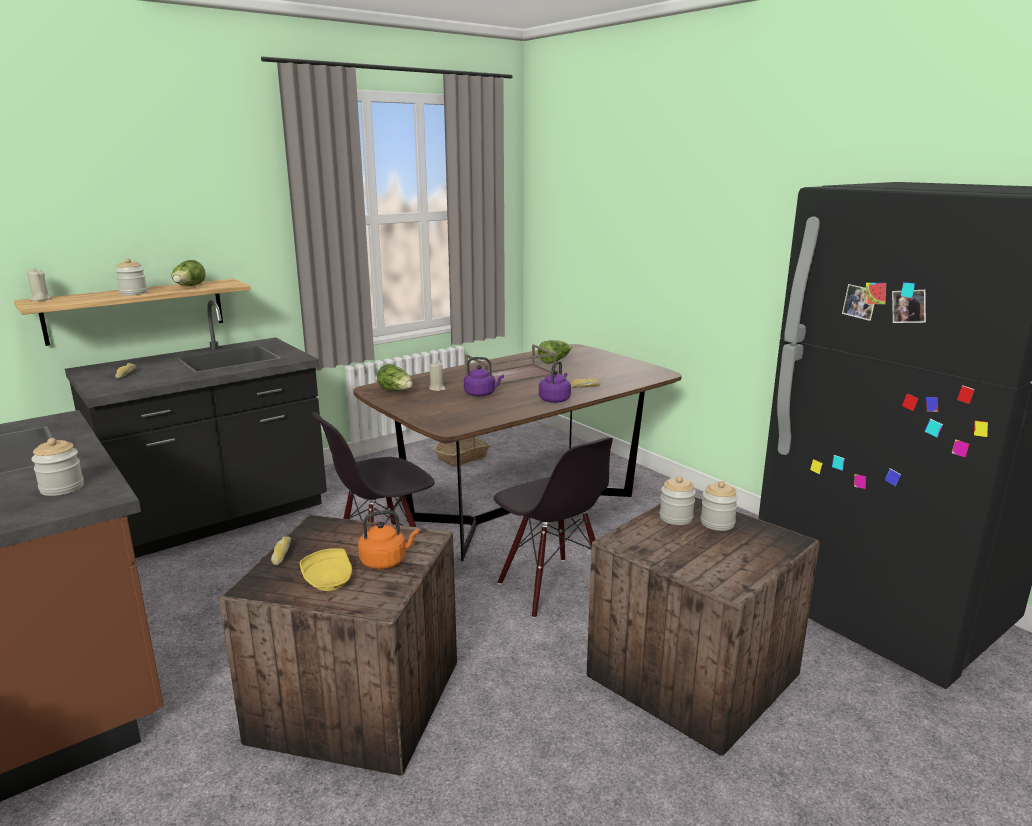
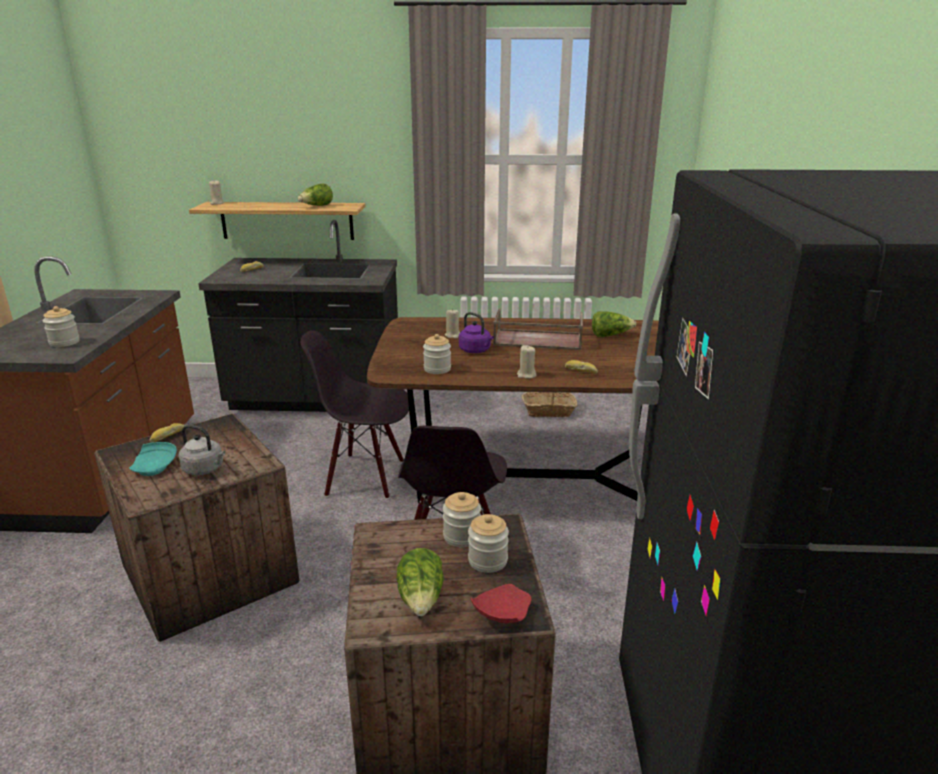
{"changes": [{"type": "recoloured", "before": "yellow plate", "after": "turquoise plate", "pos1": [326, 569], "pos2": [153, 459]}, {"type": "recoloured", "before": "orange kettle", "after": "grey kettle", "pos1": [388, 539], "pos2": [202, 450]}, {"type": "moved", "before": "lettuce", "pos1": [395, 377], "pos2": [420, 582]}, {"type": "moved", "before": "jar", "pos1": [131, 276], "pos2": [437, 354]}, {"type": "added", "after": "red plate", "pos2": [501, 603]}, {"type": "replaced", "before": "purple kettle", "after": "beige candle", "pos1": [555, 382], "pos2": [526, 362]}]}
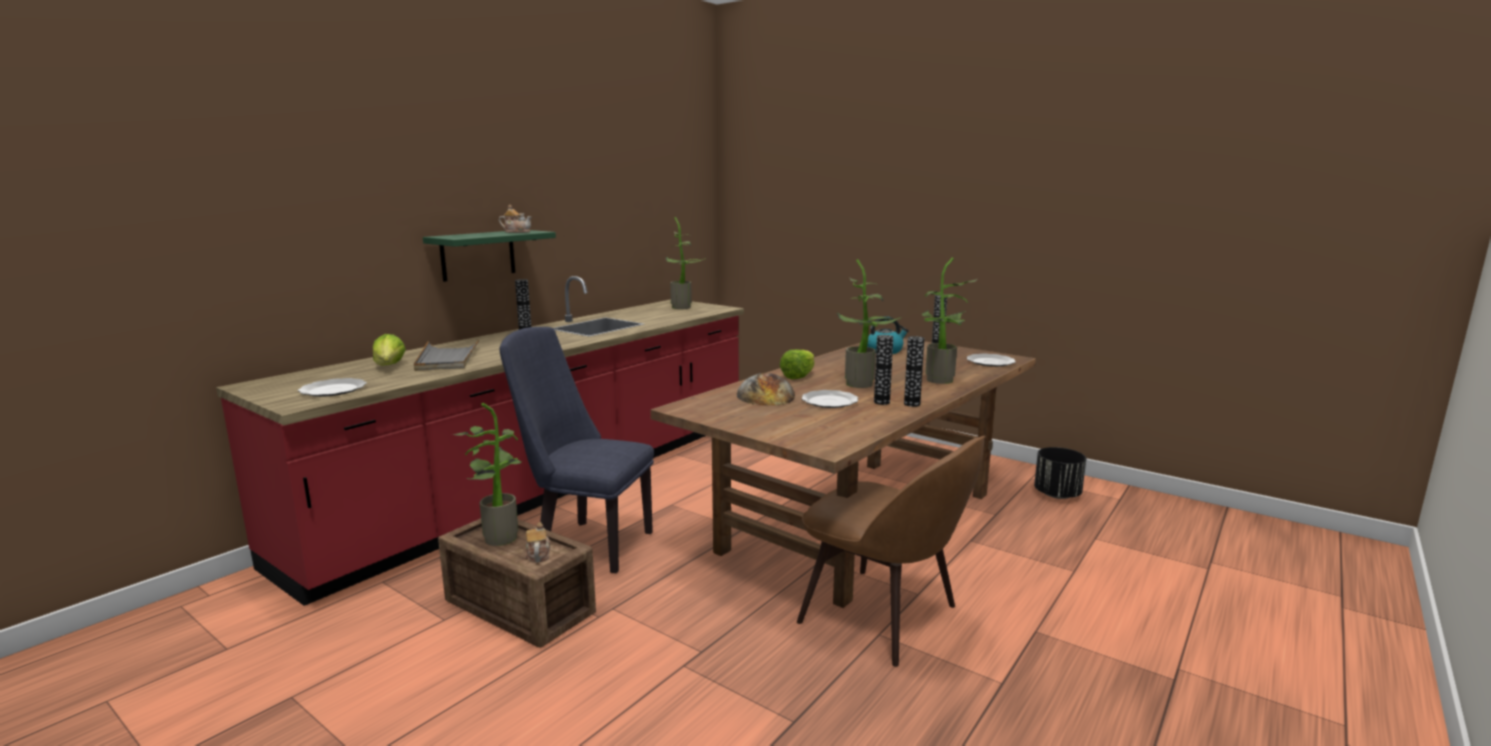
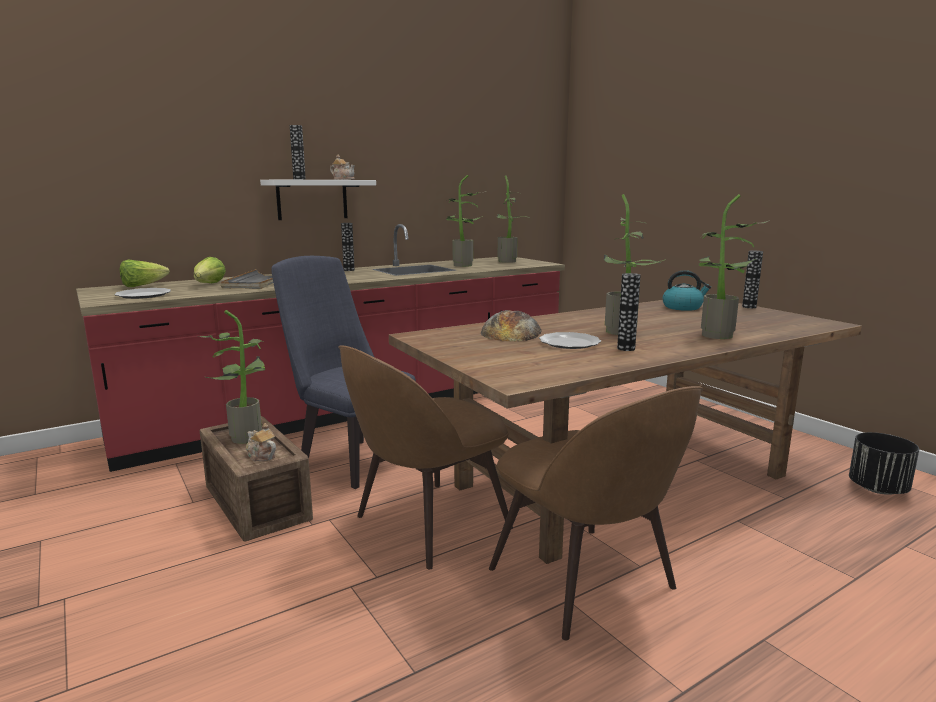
{"changes": [{"type": "moved", "before": "lettuce", "pos1": [797, 364], "pos2": [145, 273]}, {"type": "turned", "before": "teapot", "pos1": [537, 542], "pos2": [261, 442], "turn": -60}, {"type": "recoloured", "before": "green shelf", "after": "white shelf", "pos1": [489, 256], "pos2": [318, 199]}, {"type": "moved", "before": "vase", "pos1": [914, 371], "pos2": [298, 152]}, {"type": "added", "after": "brown chair", "pos2": [425, 457]}, {"type": "added", "after": "potted plant", "pos2": [466, 221]}, {"type": "removed", "before": "plate", "pos1": [991, 360]}]}
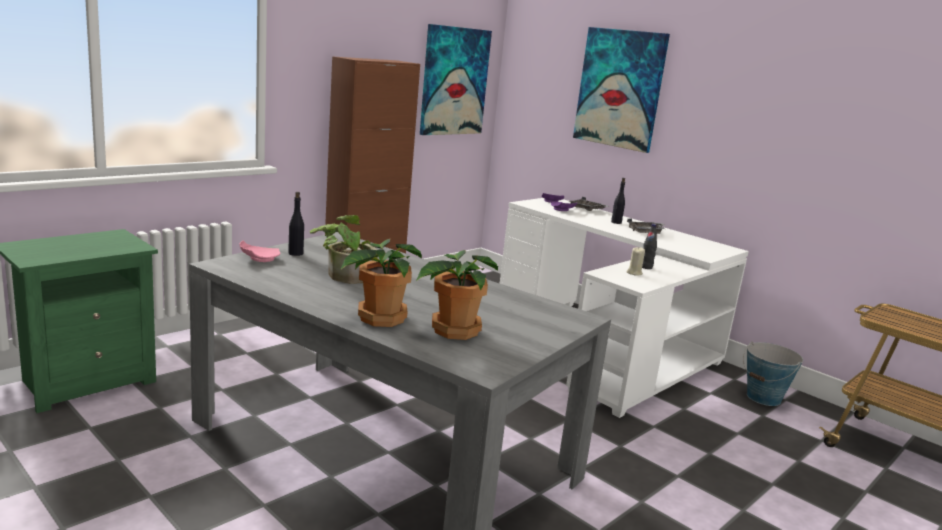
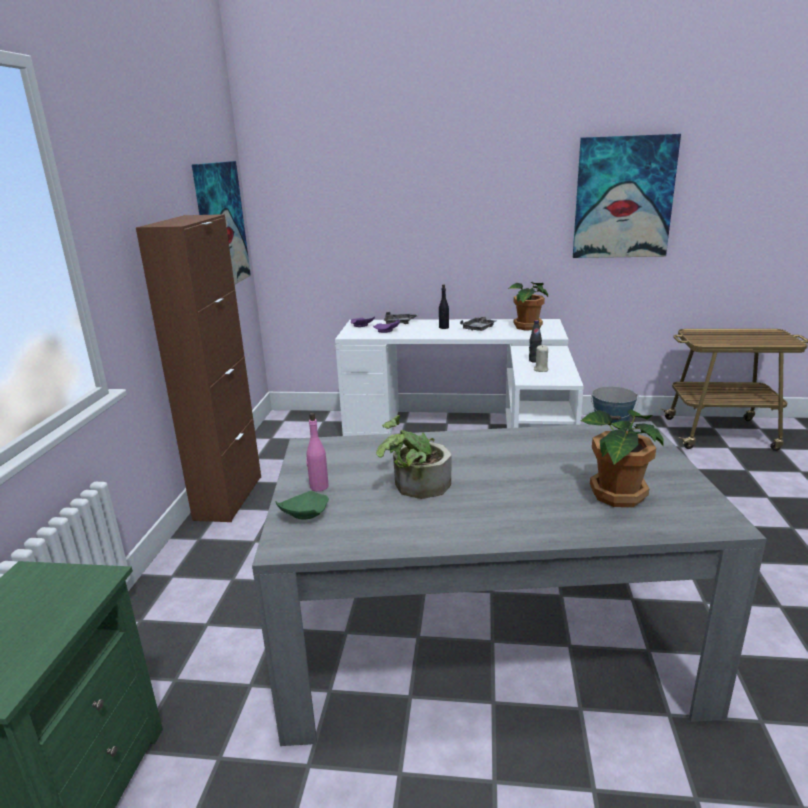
{"changes": [{"type": "recoloured", "before": "pink plate", "after": "green plate", "pos1": [260, 251], "pos2": [302, 505]}, {"type": "recoloured", "before": "black bottle", "after": "pink bottle", "pos1": [296, 224], "pos2": [317, 452]}, {"type": "moved", "before": "potted plant", "pos1": [381, 283], "pos2": [528, 306]}, {"type": "moved", "before": "picture", "pos1": [621, 90], "pos2": [627, 196]}]}
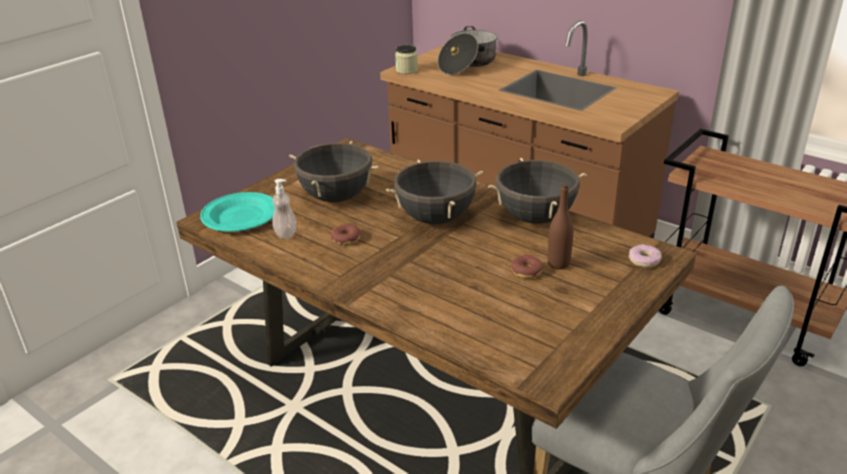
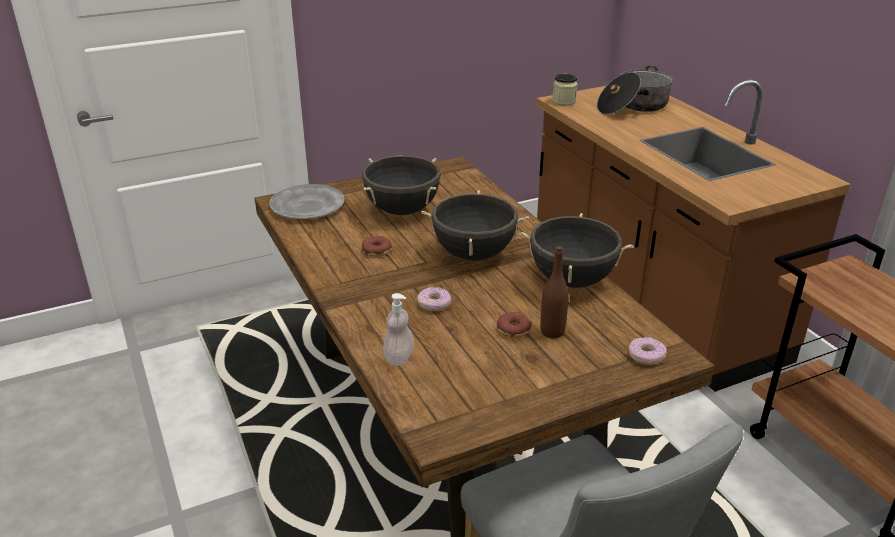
{"changes": [{"type": "recoloured", "before": "turquoise plate", "after": "grey plate", "pos1": [237, 212], "pos2": [307, 201]}, {"type": "moved", "before": "soap dispenser", "pos1": [284, 209], "pos2": [398, 329]}, {"type": "added", "after": "donut", "pos2": [434, 299]}]}
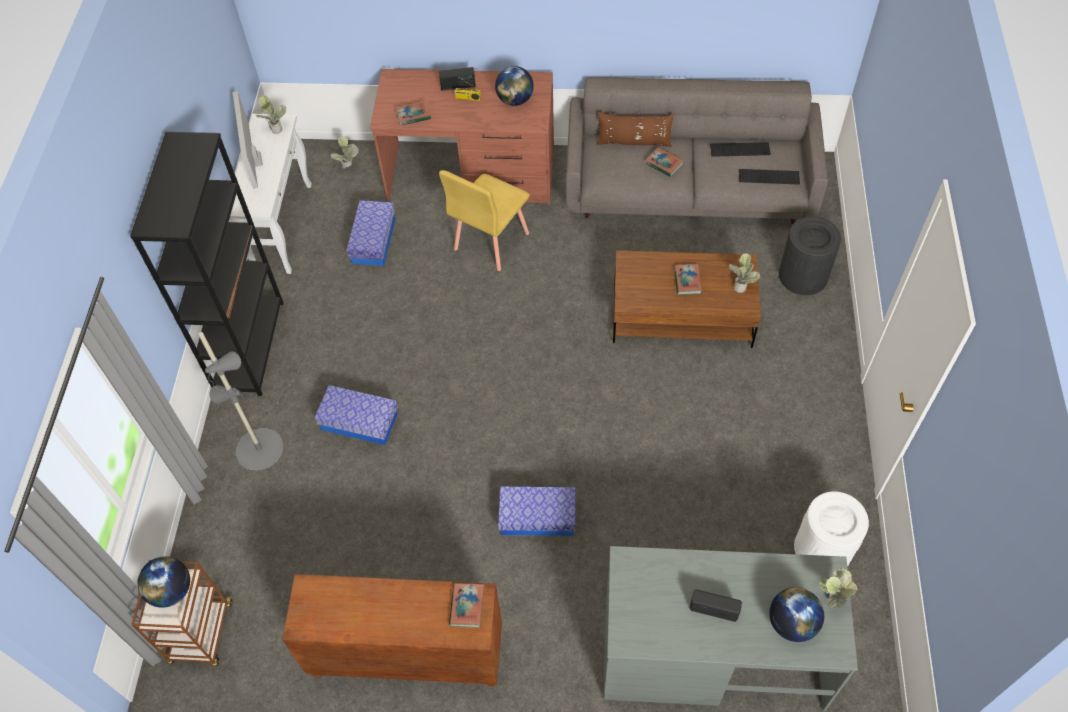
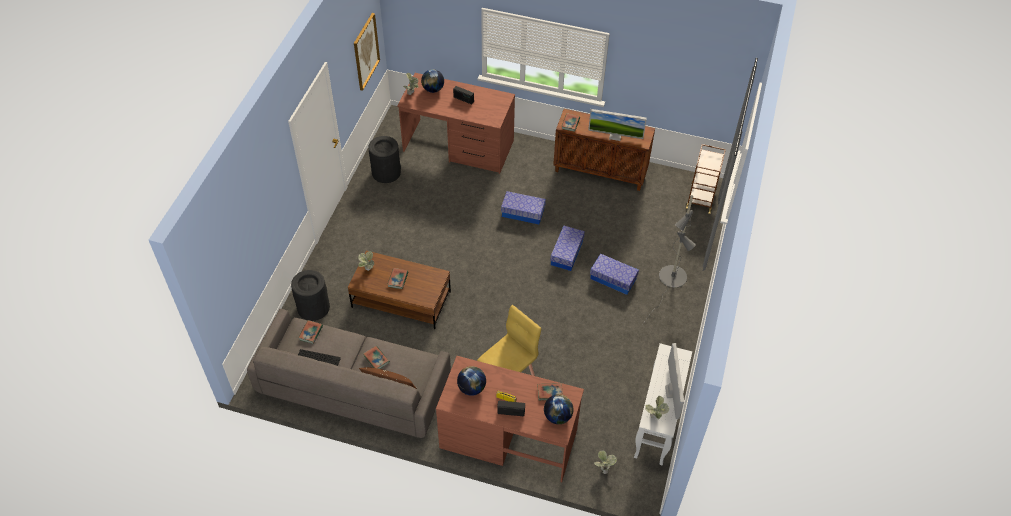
{"changes": [{"type": "replaced", "before": "keyboard", "after": "book", "pos1": [769, 177], "pos2": [310, 332]}, {"type": "added", "after": "picture", "pos2": [367, 52]}, {"type": "recoloured", "before": "white trash can", "after": "black trash can", "pos1": [831, 529], "pos2": [385, 159]}, {"type": "recoloured", "before": "grey desk", "after": "brown desk", "pos1": [731, 628], "pos2": [456, 123]}, {"type": "moved", "before": "globe", "pos1": [163, 582], "pos2": [559, 409]}, {"type": "moved", "before": "storage box", "pos1": [371, 233], "pos2": [567, 248]}, {"type": "added", "after": "monitor", "pos2": [617, 125]}, {"type": "removed", "before": "black bookcase", "pos1": [207, 264]}]}
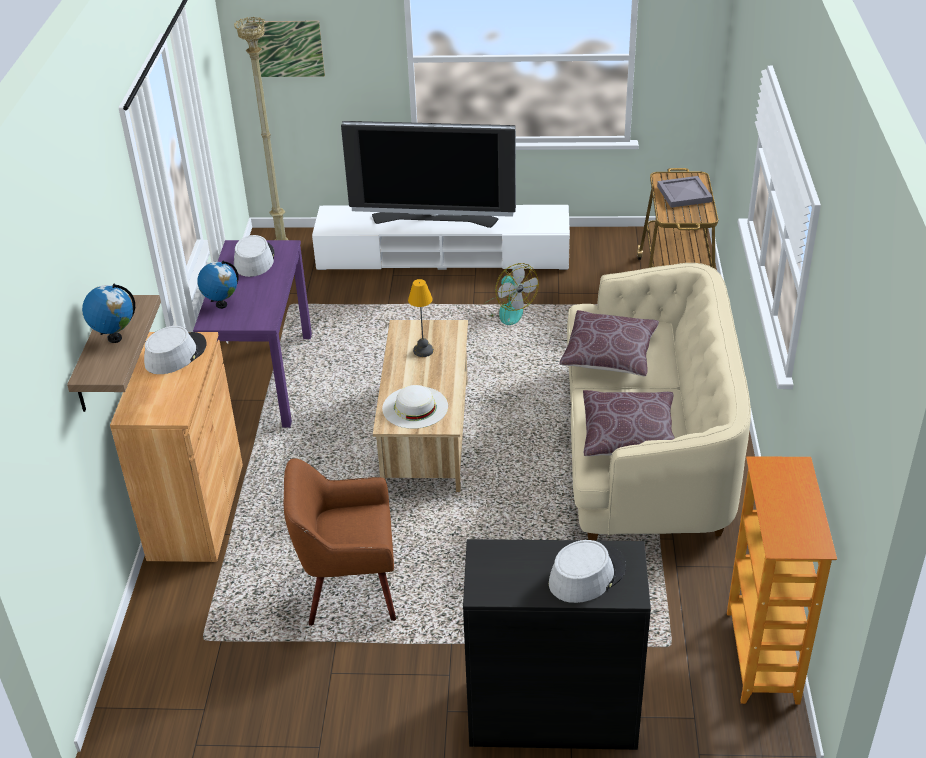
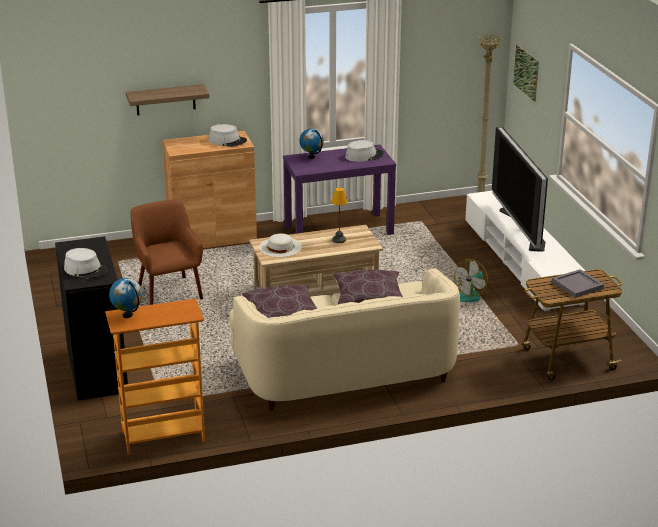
{"changes": [{"type": "moved", "before": "globe", "pos1": [108, 313], "pos2": [126, 298]}]}
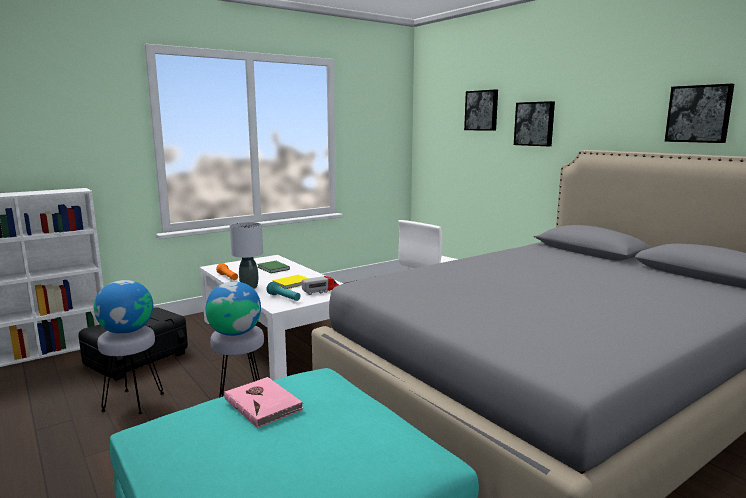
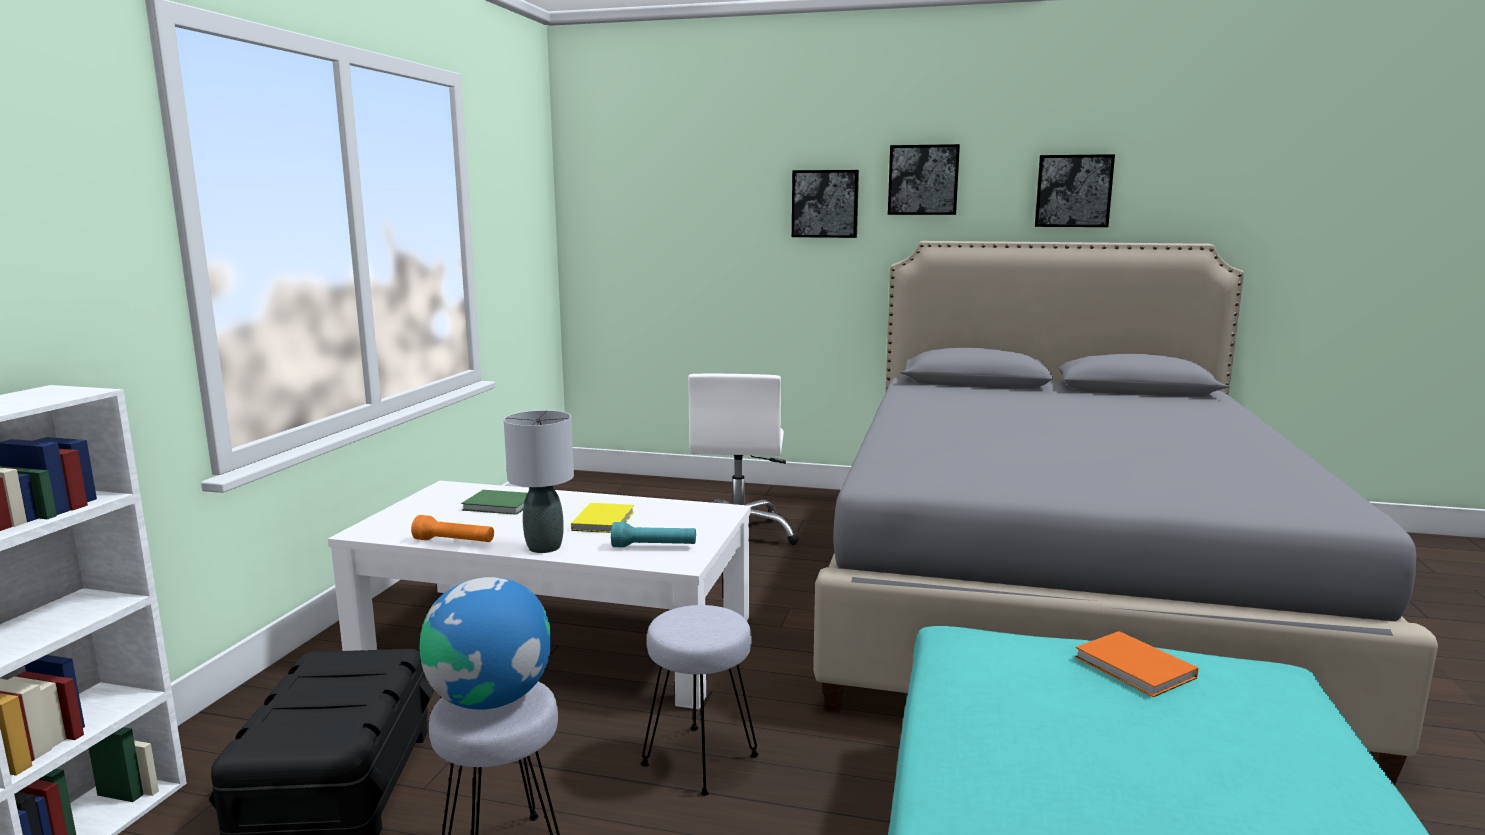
{"changes": [{"type": "moved", "before": "picture", "pos1": [481, 110], "pos2": [924, 179]}, {"type": "added", "after": "orange book", "pos2": [1136, 664]}, {"type": "removed", "before": "globe", "pos1": [233, 309]}, {"type": "removed", "before": "pink book", "pos1": [263, 402]}, {"type": "removed", "before": "toy truck", "pos1": [320, 285]}]}
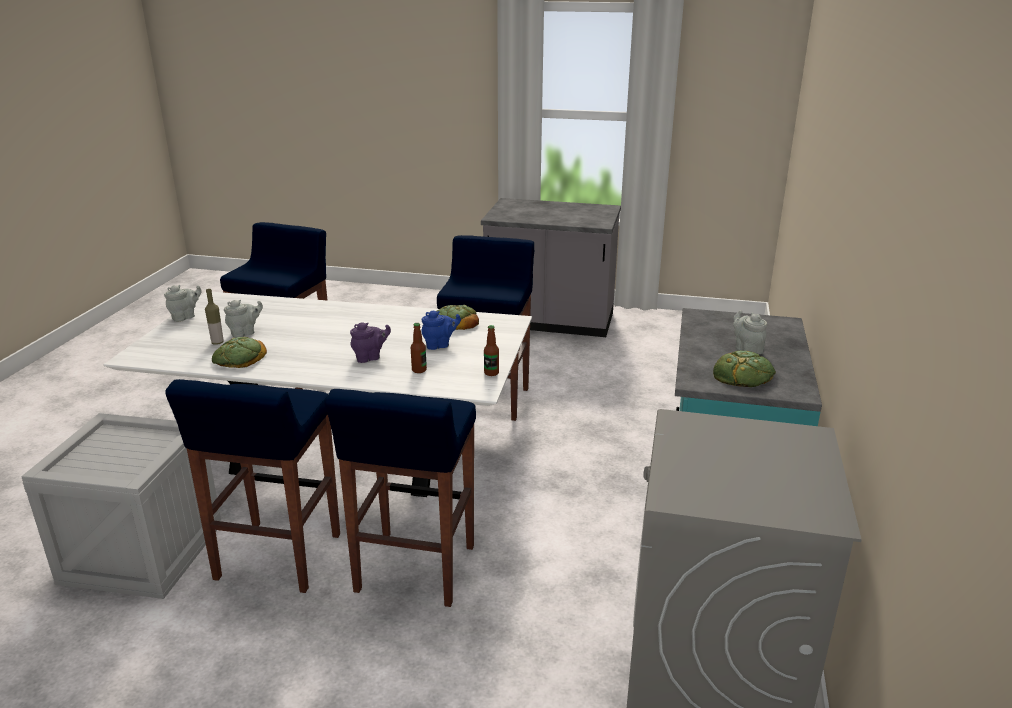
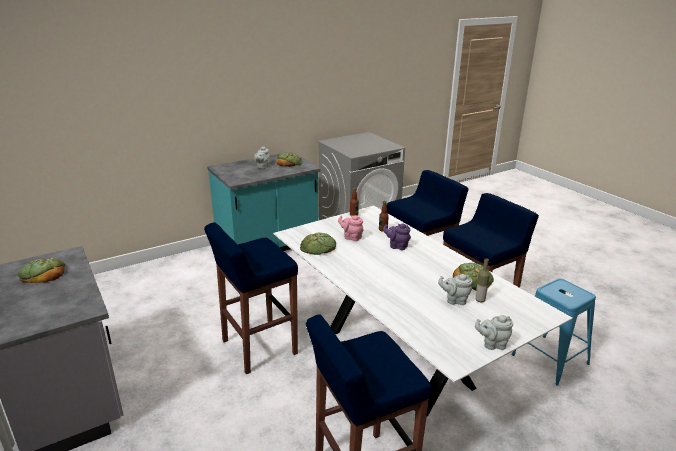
{"changes": [{"type": "added", "after": "bread", "pos2": [41, 270]}, {"type": "recoloured", "before": "blue teapot", "after": "pink teapot", "pos1": [441, 330], "pos2": [351, 228]}, {"type": "replaced", "before": "crate", "after": "blue stool", "pos1": [121, 506], "pos2": [554, 332]}]}
